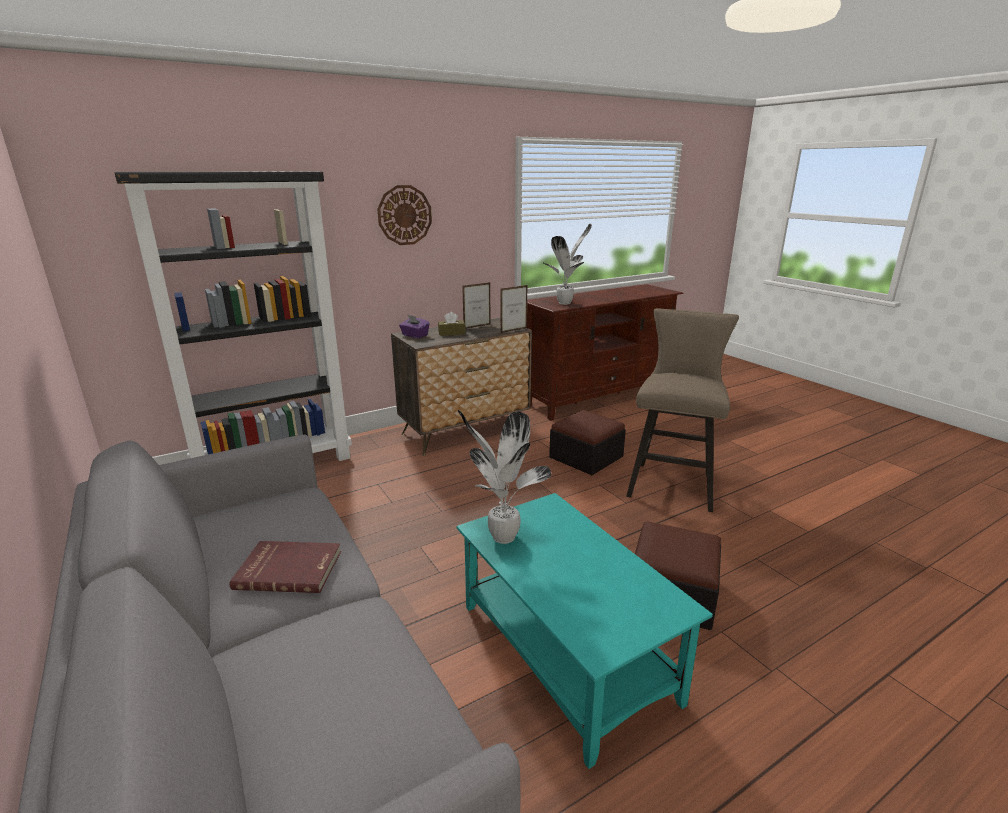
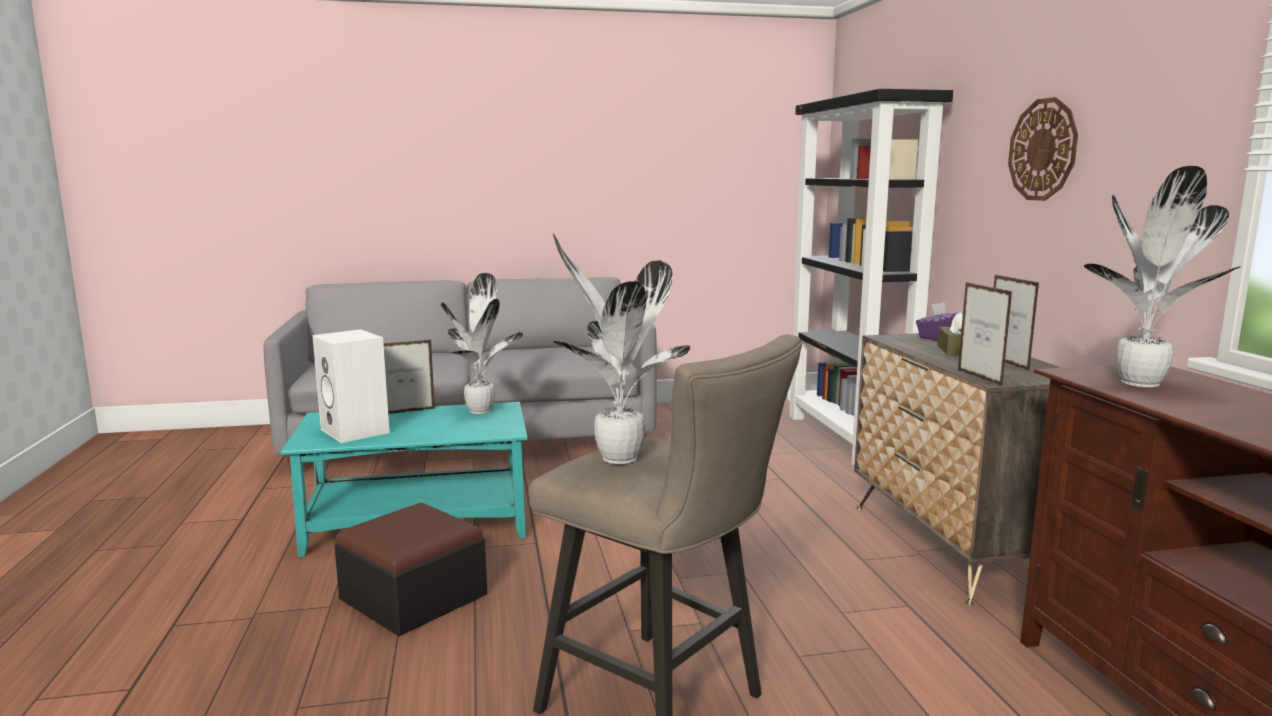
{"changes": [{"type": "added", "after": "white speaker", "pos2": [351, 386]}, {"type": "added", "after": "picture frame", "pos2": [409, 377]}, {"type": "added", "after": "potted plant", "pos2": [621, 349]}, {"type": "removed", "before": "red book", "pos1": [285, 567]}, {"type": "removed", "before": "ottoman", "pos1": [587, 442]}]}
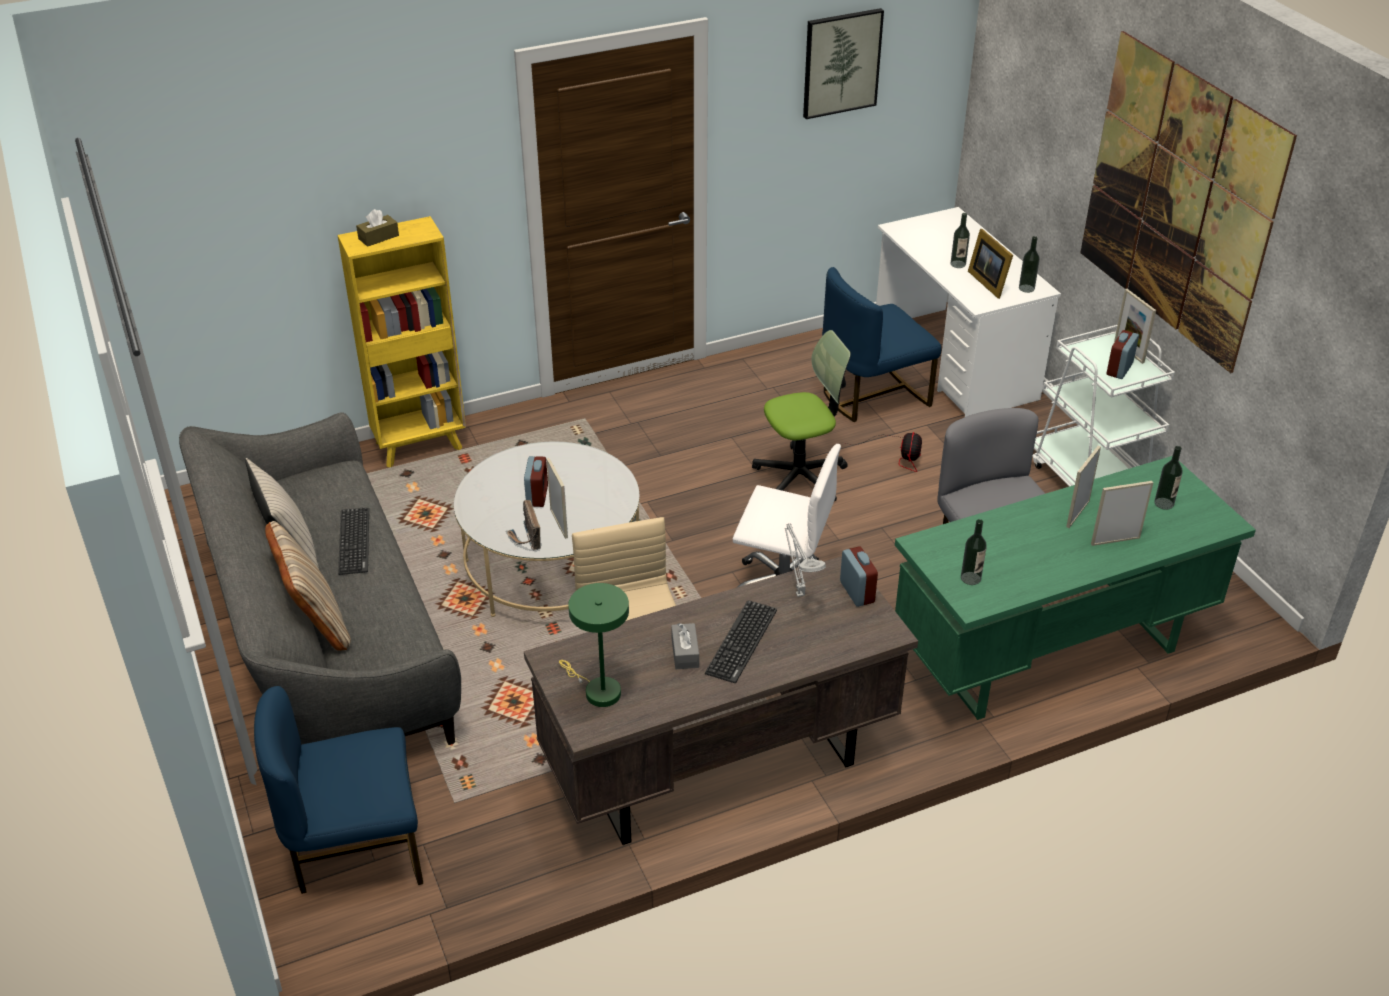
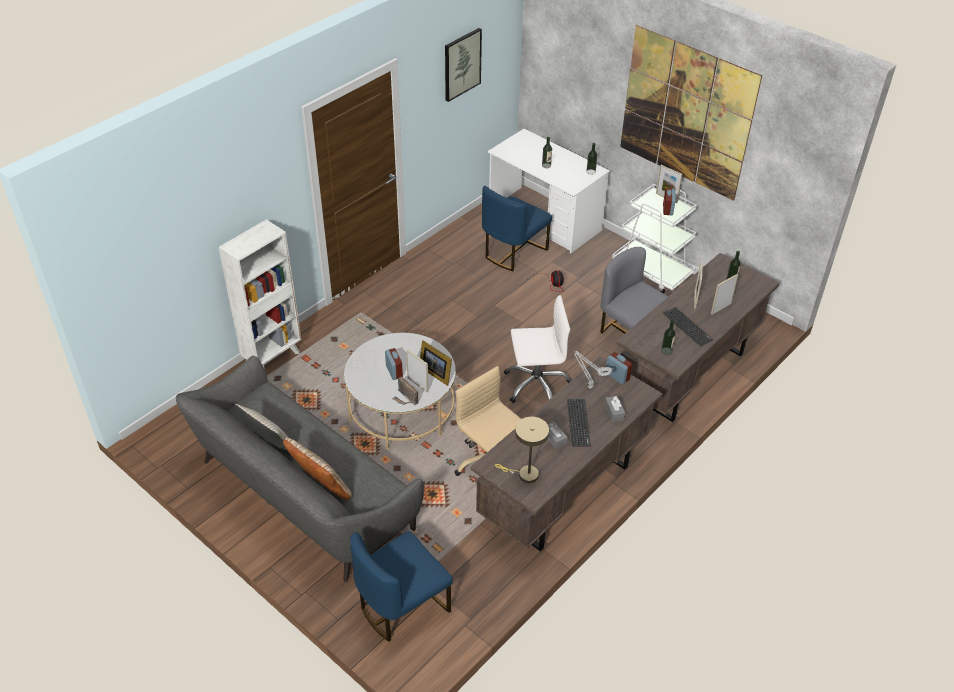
{"changes": [{"type": "recoloured", "before": "yellow bookcase", "after": "white bookcase", "pos1": [401, 341], "pos2": [259, 294]}, {"type": "moved", "before": "picture frame", "pos1": [990, 264], "pos2": [436, 363]}, {"type": "recoloured", "before": "green table lamp", "after": "beige table lamp", "pos1": [594, 645], "pos2": [522, 450]}, {"type": "added", "after": "grey tissue box", "pos2": [614, 409]}, {"type": "recoloured", "before": "green desk", "after": "brown desk", "pos1": [1075, 588], "pos2": [698, 337]}, {"type": "moved", "before": "keyboard", "pos1": [353, 541], "pos2": [688, 326]}, {"type": "removed", "before": "brown tissue box", "pos1": [377, 228]}, {"type": "removed", "before": "office chair", "pos1": [801, 415]}]}
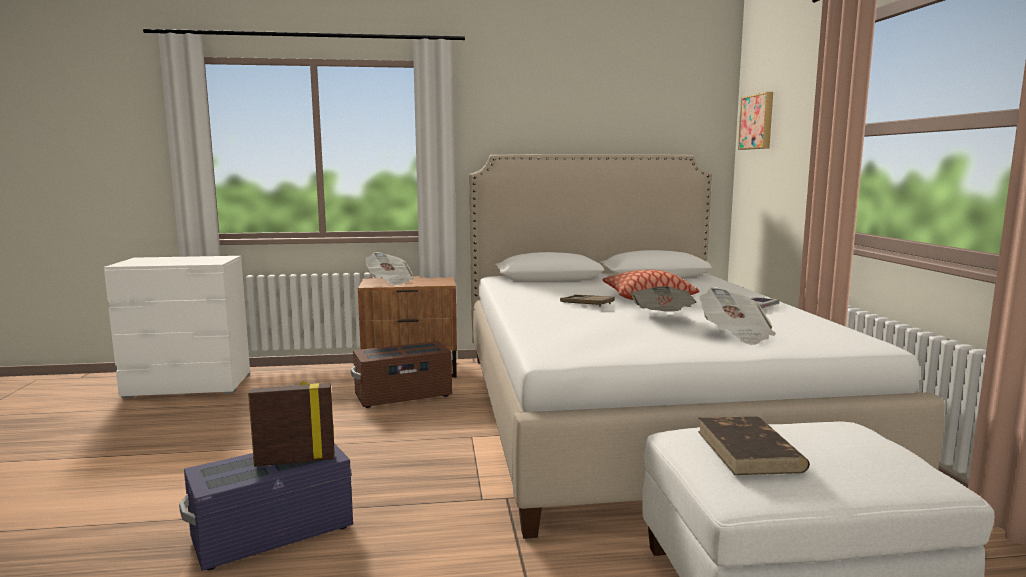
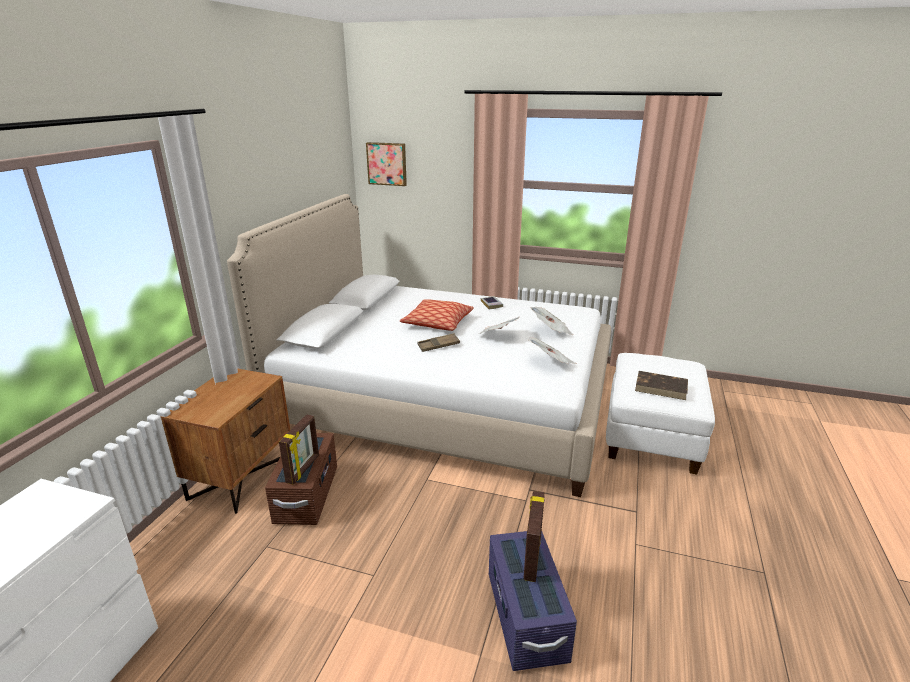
{"changes": [{"type": "added", "after": "picture frame", "pos2": [299, 449]}, {"type": "moved", "before": "newspaper", "pos1": [389, 269], "pos2": [553, 351]}]}
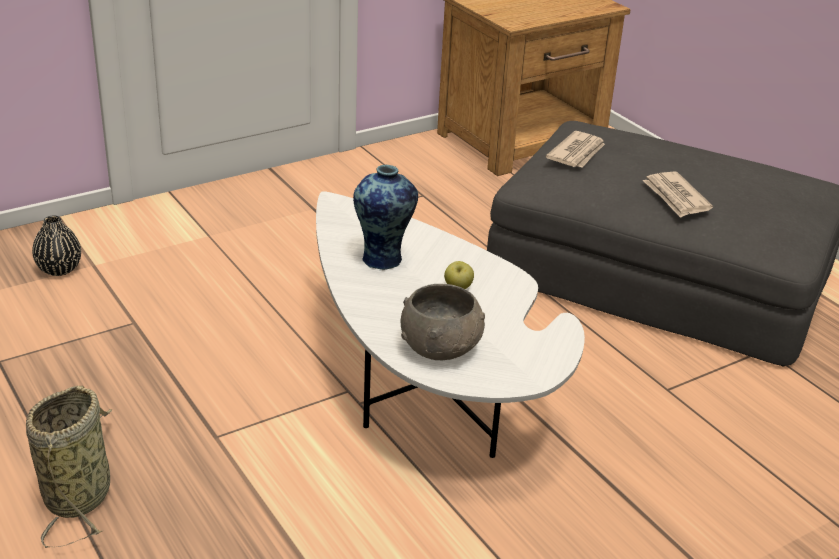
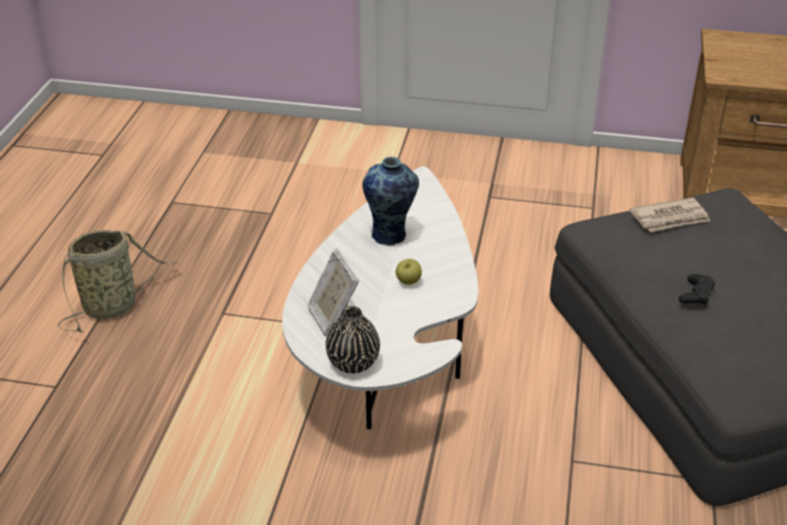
{"changes": [{"type": "replaced", "before": "grey bowl", "after": "picture frame", "pos1": [443, 322], "pos2": [333, 293]}, {"type": "moved", "before": "black vase", "pos1": [56, 246], "pos2": [353, 339]}, {"type": "replaced", "before": "newspaper", "after": "black game controller", "pos1": [678, 194], "pos2": [697, 289]}]}
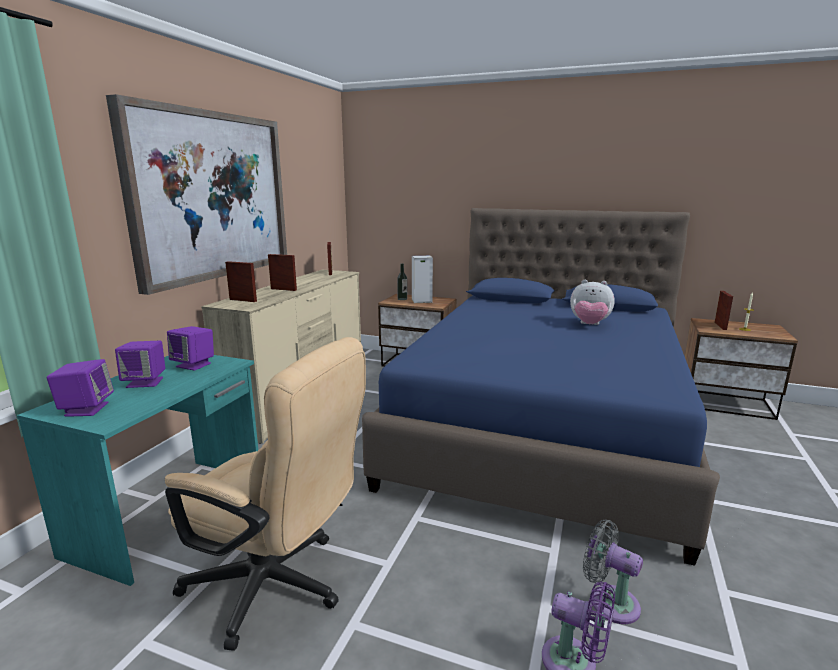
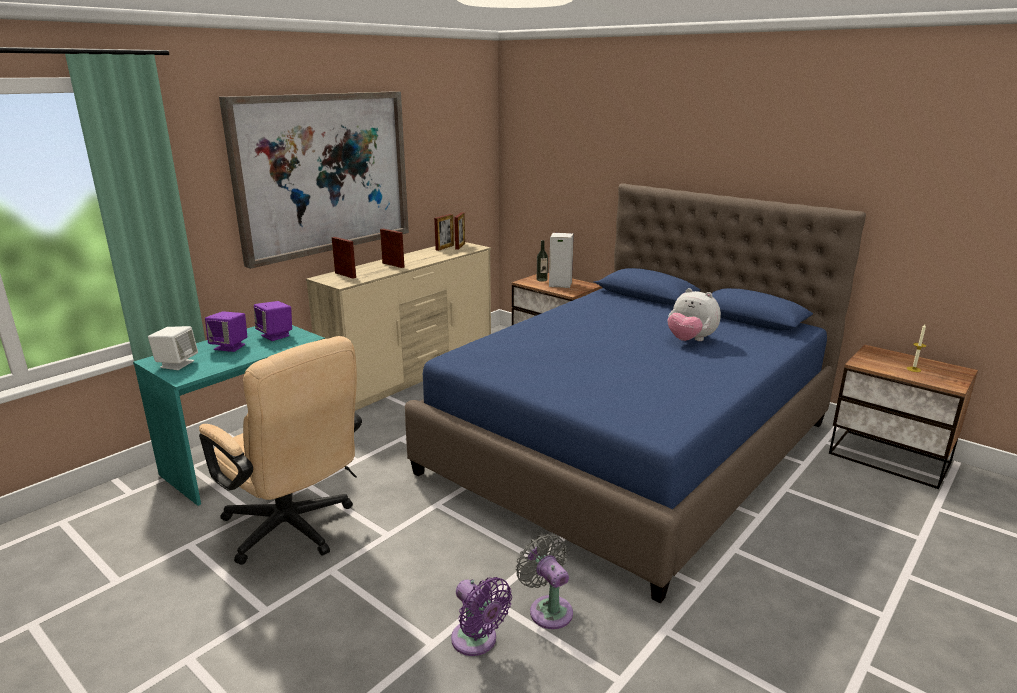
{"changes": [{"type": "recoloured", "before": "purple speaker", "after": "white speaker", "pos1": [80, 388], "pos2": [173, 348]}, {"type": "moved", "before": "picture frame", "pos1": [724, 310], "pos2": [444, 232]}]}
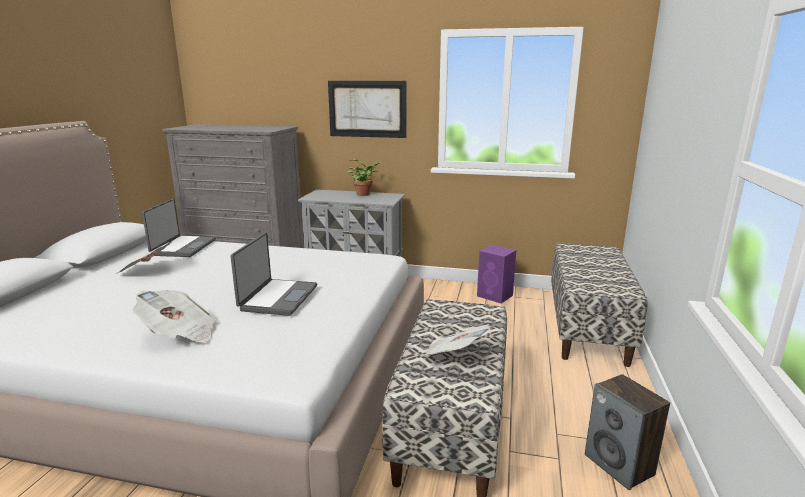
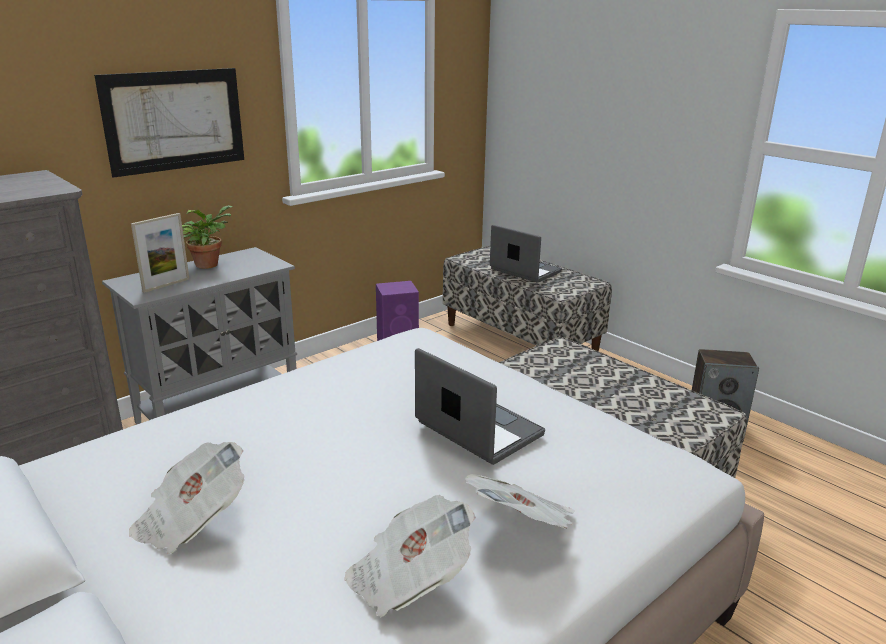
{"changes": [{"type": "added", "after": "picture frame", "pos2": [160, 253]}, {"type": "moved", "before": "newspaper", "pos1": [456, 340], "pos2": [409, 556]}, {"type": "moved", "before": "laptop", "pos1": [179, 228], "pos2": [526, 253]}]}
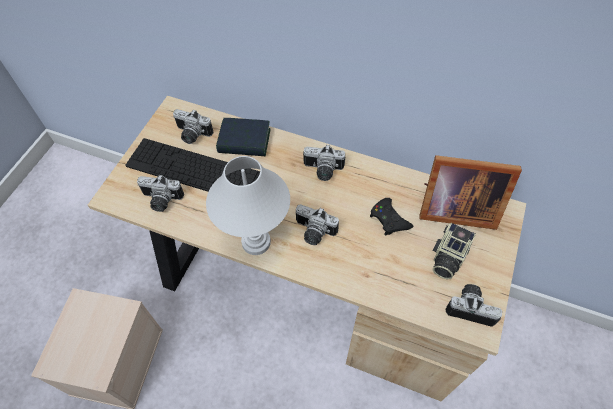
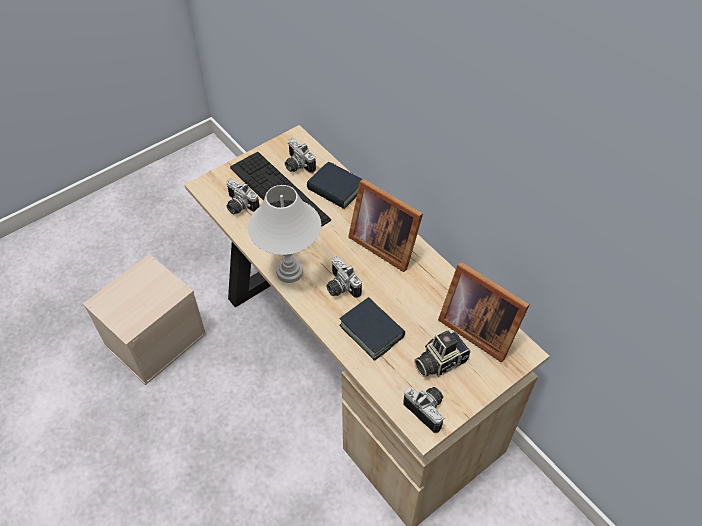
{"changes": [{"type": "added", "after": "book", "pos2": [372, 329]}, {"type": "replaced", "before": "photo camera", "after": "picture frame", "pos1": [324, 163], "pos2": [385, 225]}, {"type": "removed", "before": "black game controller", "pos1": [391, 217]}]}
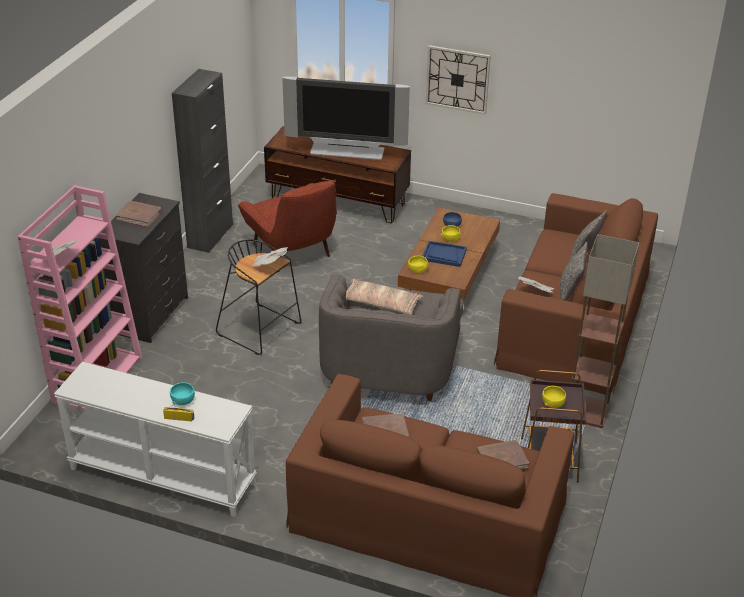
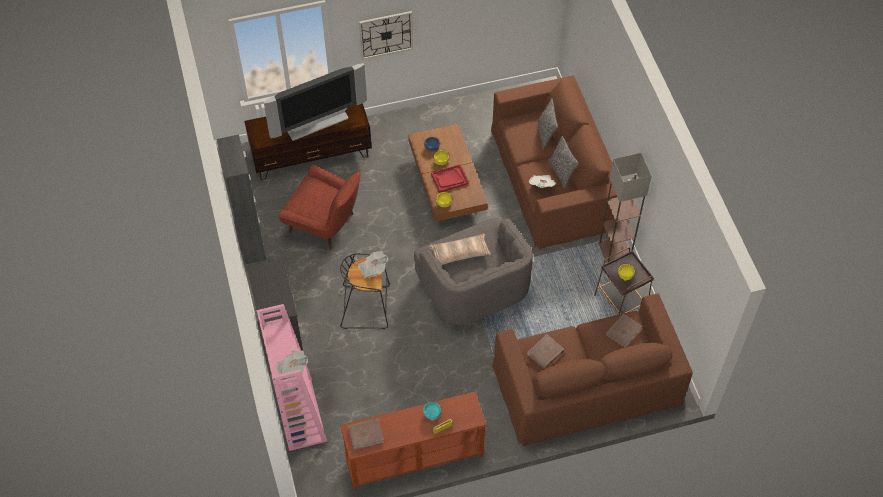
{"changes": [{"type": "recoloured", "before": "white console table", "after": "brown console table", "pos1": [155, 439], "pos2": [413, 440]}, {"type": "moved", "before": "brown book", "pos1": [138, 214], "pos2": [366, 434]}, {"type": "recoloured", "before": "blue tray", "after": "red tray", "pos1": [444, 254], "pos2": [450, 178]}]}
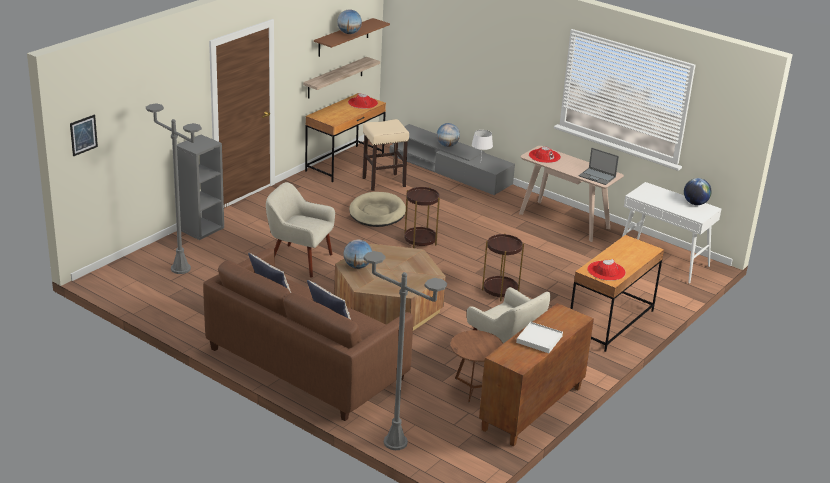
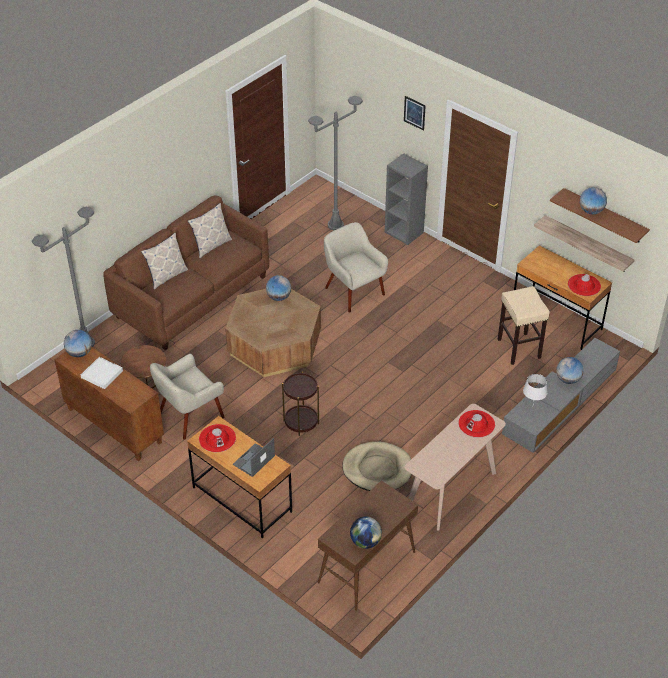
{"changes": [{"type": "added", "after": "globe", "pos2": [78, 343]}, {"type": "moved", "before": "laptop", "pos1": [599, 166], "pos2": [254, 457]}, {"type": "recoloured", "before": "white console table", "after": "brown console table", "pos1": [671, 233], "pos2": [368, 545]}, {"type": "turned", "before": "beige armchair", "pos1": [300, 229], "pos2": [356, 267], "turn": -60}, {"type": "moved", "before": "beige dog bed", "pos1": [377, 209], "pos2": [377, 466]}, {"type": "moved", "before": "picture", "pos1": [84, 135], "pos2": [415, 113]}, {"type": "removed", "before": "brown side table", "pos1": [422, 217]}]}
